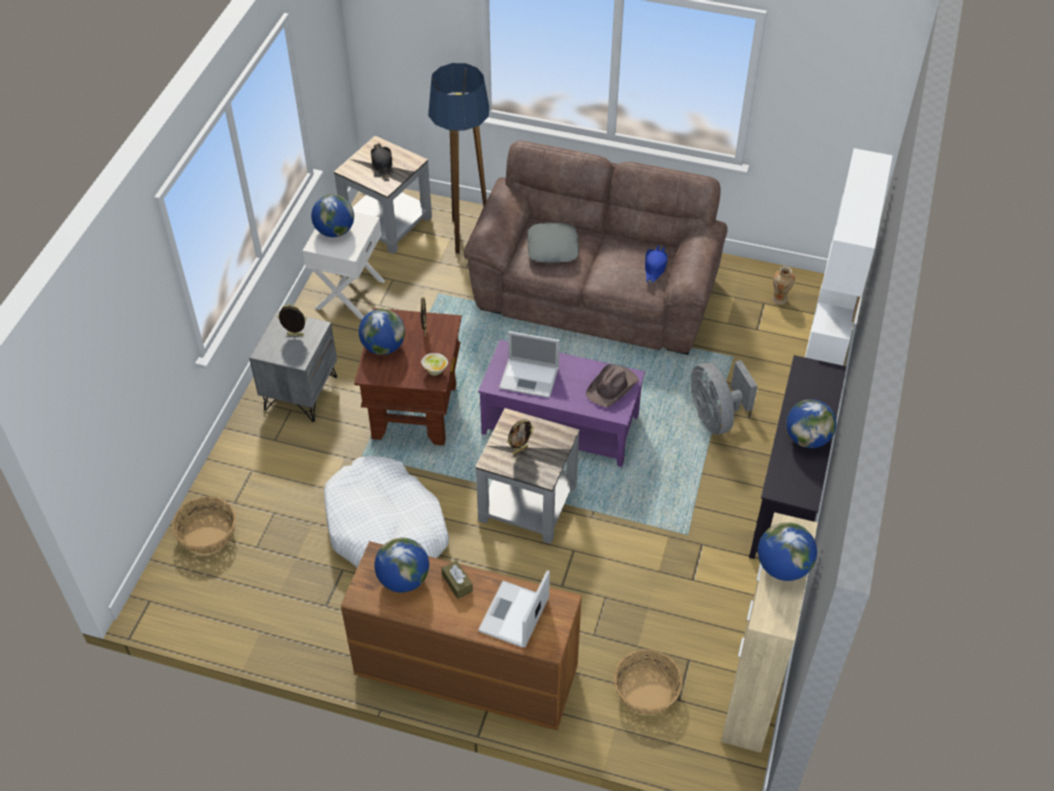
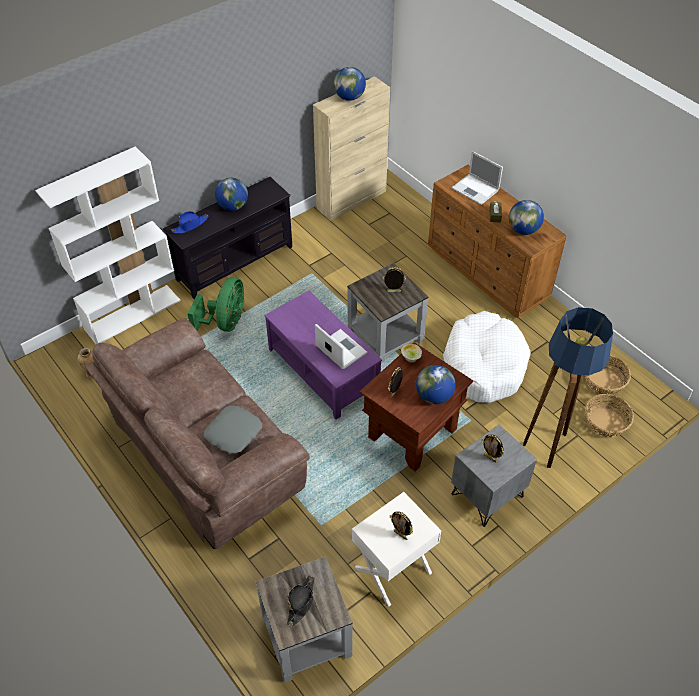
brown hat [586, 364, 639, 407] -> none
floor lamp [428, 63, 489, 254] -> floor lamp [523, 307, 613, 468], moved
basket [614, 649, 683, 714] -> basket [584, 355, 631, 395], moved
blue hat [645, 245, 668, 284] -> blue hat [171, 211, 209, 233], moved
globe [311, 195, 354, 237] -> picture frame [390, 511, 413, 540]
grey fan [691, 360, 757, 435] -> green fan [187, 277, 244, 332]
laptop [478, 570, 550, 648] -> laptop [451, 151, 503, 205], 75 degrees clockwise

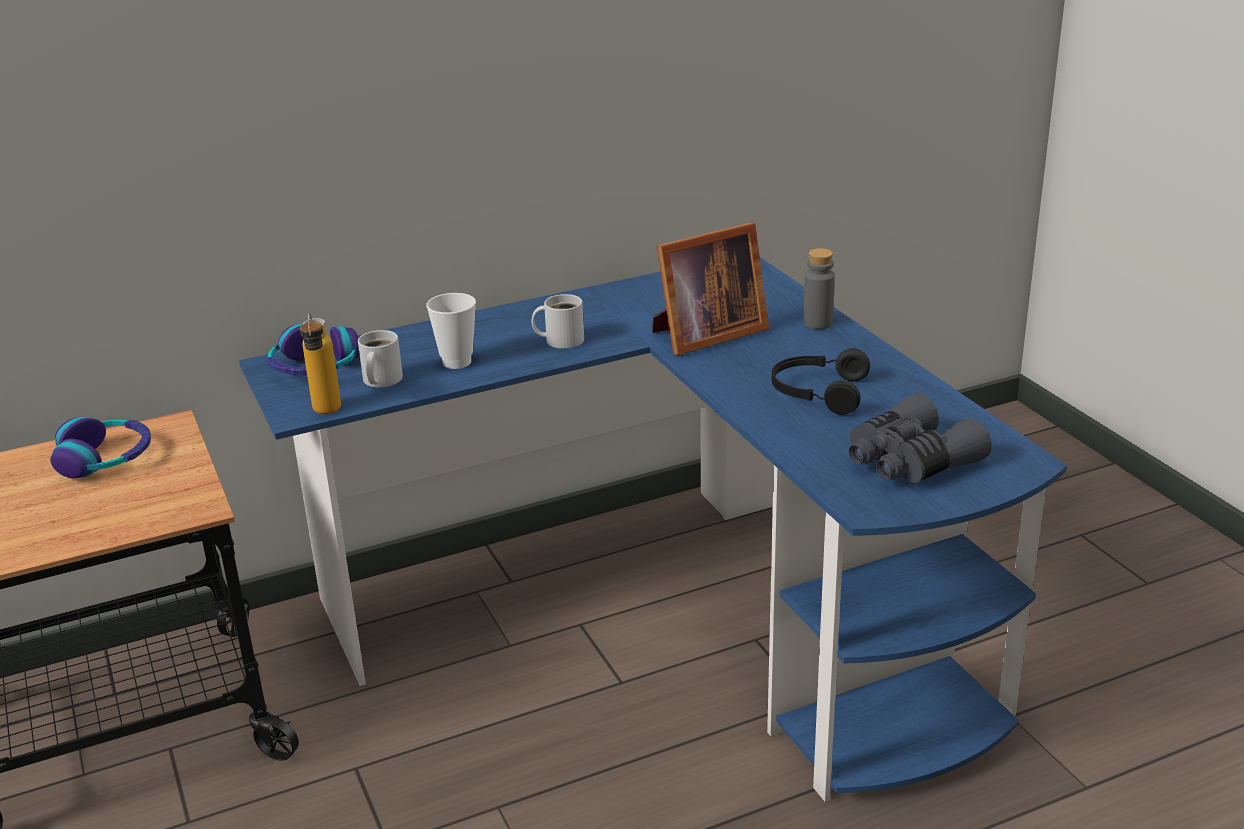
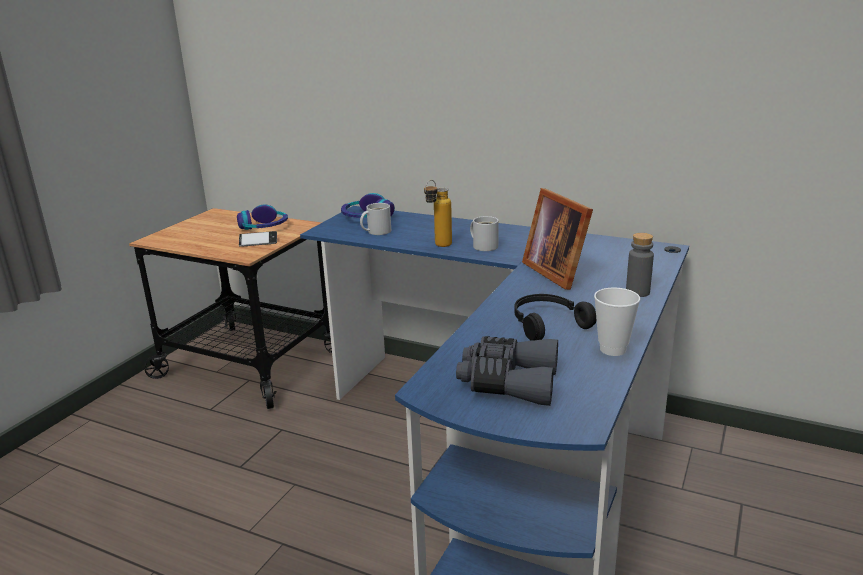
none -> phone [239, 231, 277, 247]
bottle [300, 313, 341, 414] -> bottle [424, 180, 452, 247], moved
cup [426, 293, 476, 369] -> cup [594, 287, 640, 356], moved
picture frame [652, 223, 769, 355] -> picture frame [522, 188, 593, 290], 45 degrees clockwise

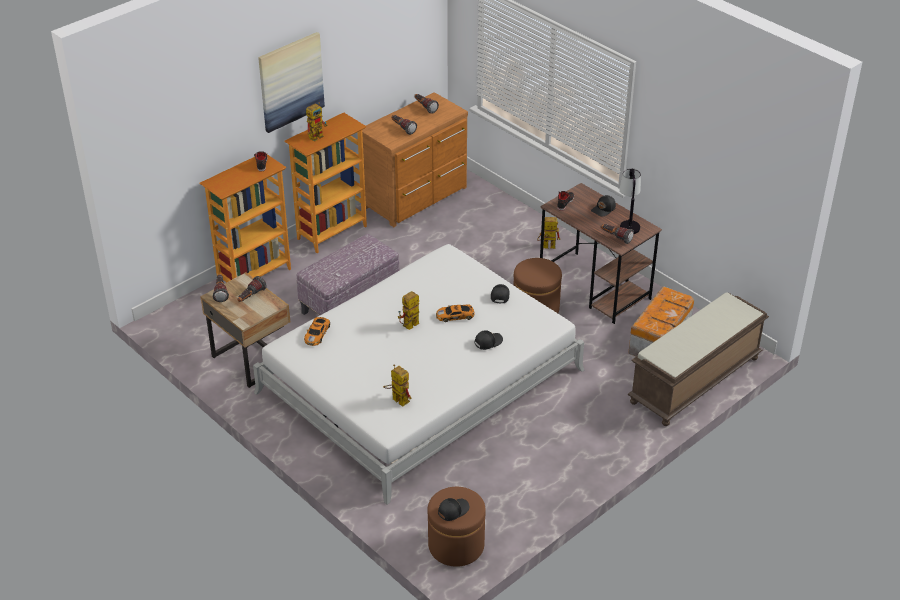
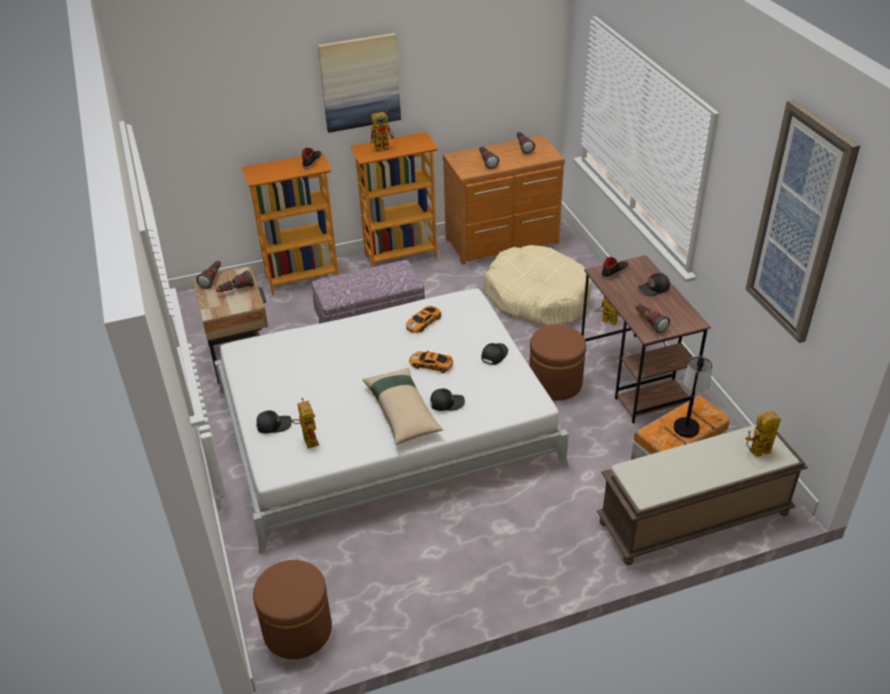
none -> beige pillow [363, 368, 443, 445]
none -> beige dog bed [484, 245, 592, 327]
none -> picture [745, 99, 860, 343]
toy car [304, 317, 330, 346] -> toy car [406, 306, 441, 333], moved
toy robot [398, 291, 419, 330] -> toy robot [746, 411, 781, 457], moved
black cap [438, 498, 469, 521] -> black cap [257, 410, 292, 434], moved
table lamp [619, 168, 641, 234] -> table lamp [674, 356, 712, 438], moved

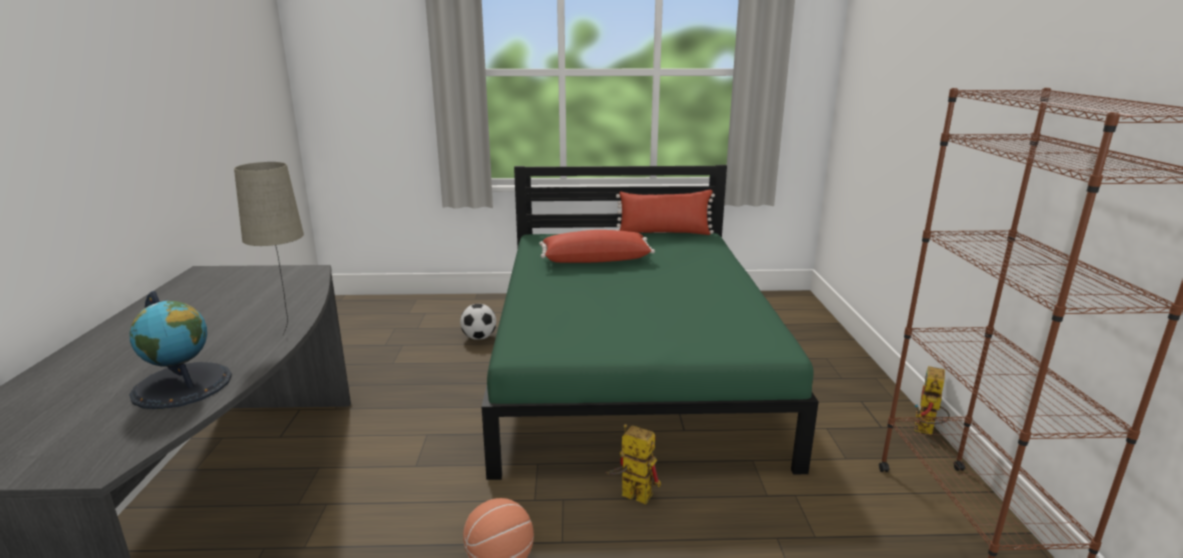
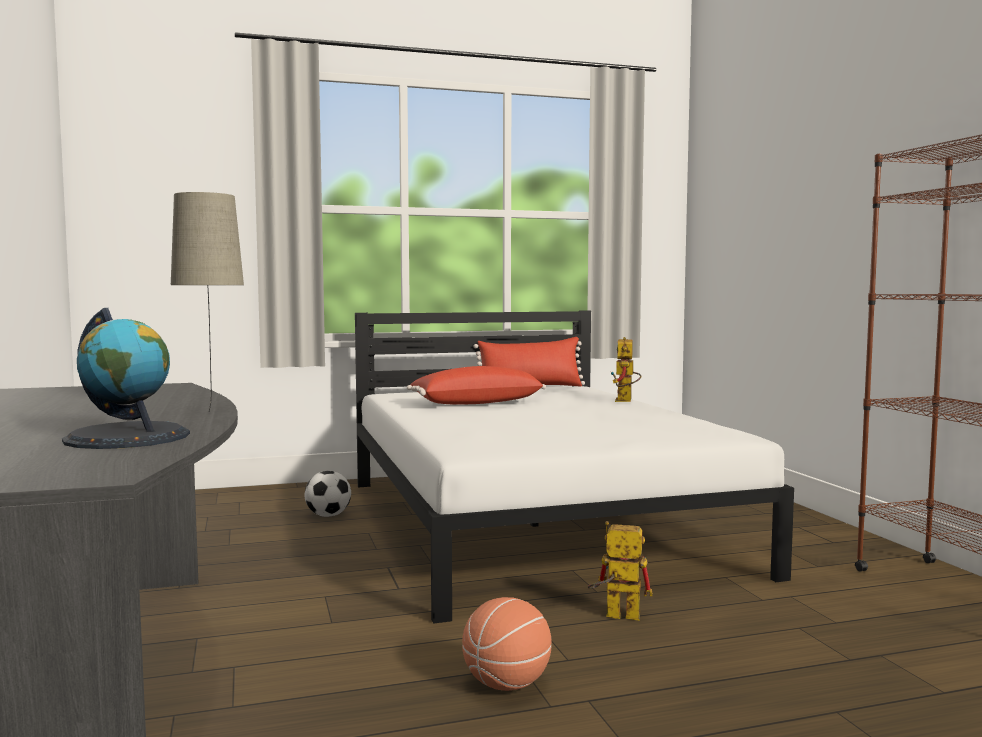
toy robot [914, 366, 950, 434] -> toy robot [611, 337, 641, 402], moved
green bed [482, 165, 819, 480] -> white bed [355, 311, 794, 623]

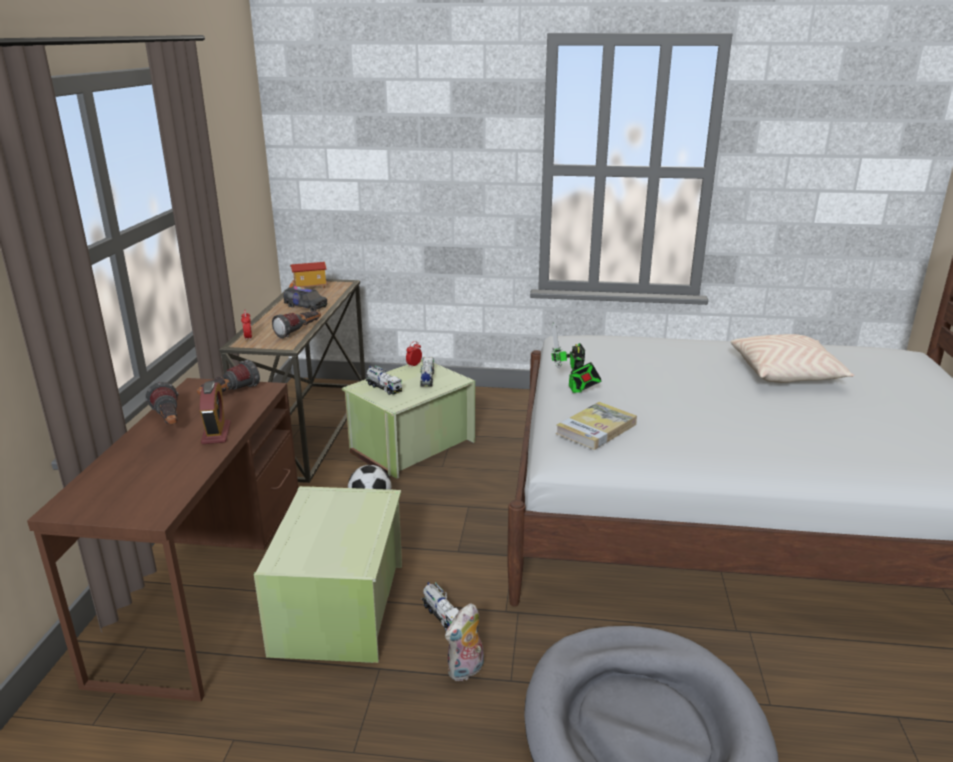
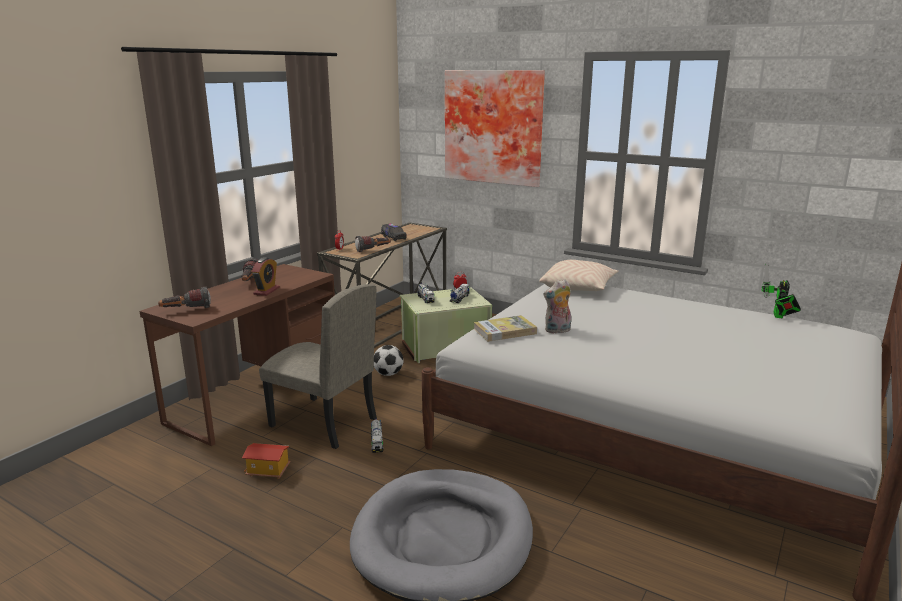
none -> picture [445, 70, 545, 187]
flashlight [197, 360, 260, 395] -> flashlight [158, 287, 211, 308], moved
toy house [289, 262, 328, 288] -> toy house [242, 443, 290, 479], moved
plush toy [445, 604, 484, 681] -> plush toy [543, 279, 571, 334], moved
toy robot [551, 323, 601, 393] -> toy robot [762, 262, 801, 318], moved
beige pillow [731, 334, 855, 383] -> beige pillow [539, 260, 619, 291], moved
green storage box [254, 486, 402, 663] -> beige chair [259, 284, 377, 449]

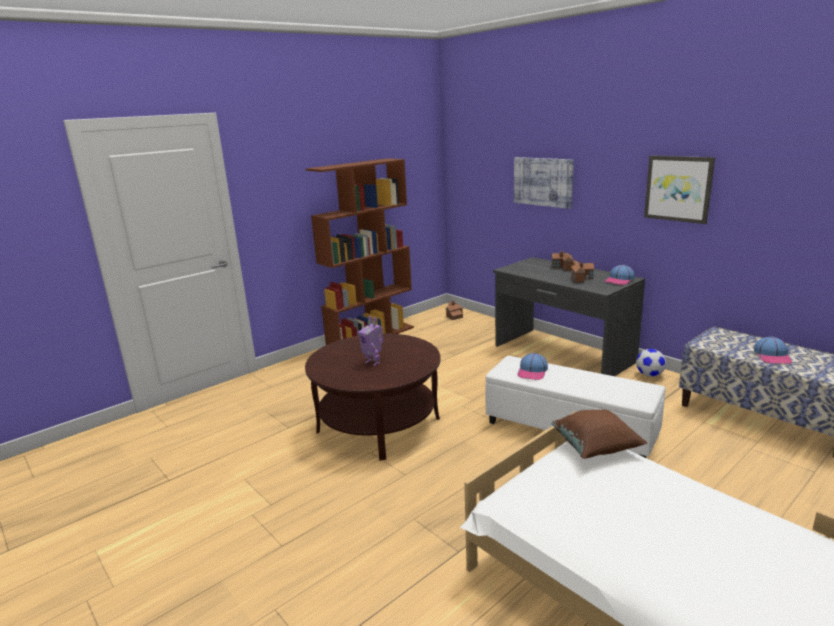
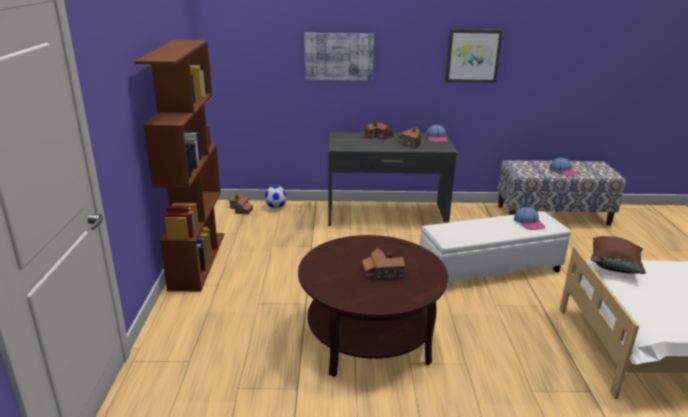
cap [517, 353, 548, 380] -> cap [514, 207, 545, 230], moved
football [636, 349, 666, 377] -> football [264, 186, 287, 208], moved
toy robot [358, 316, 383, 366] -> toy house [362, 248, 405, 280]

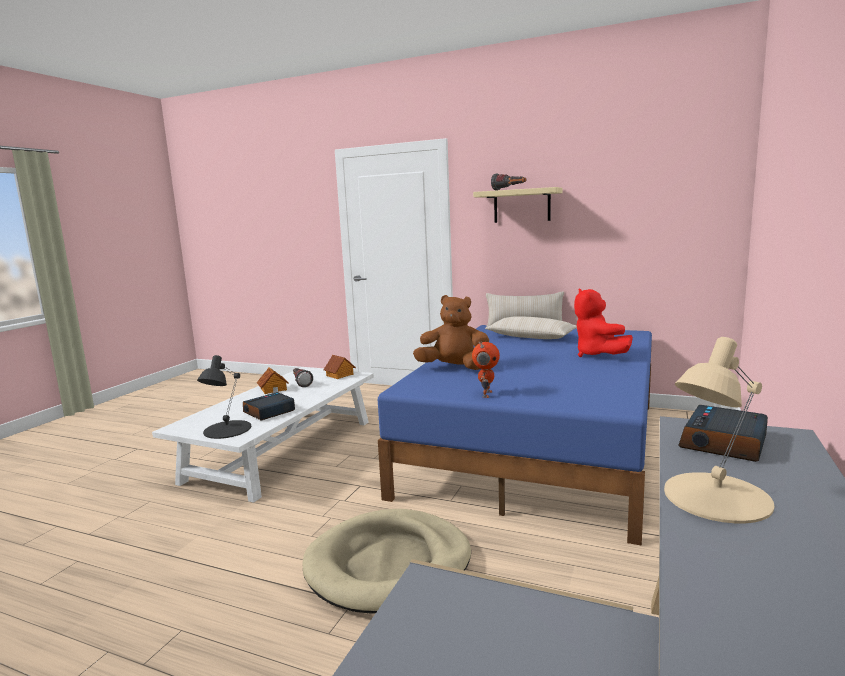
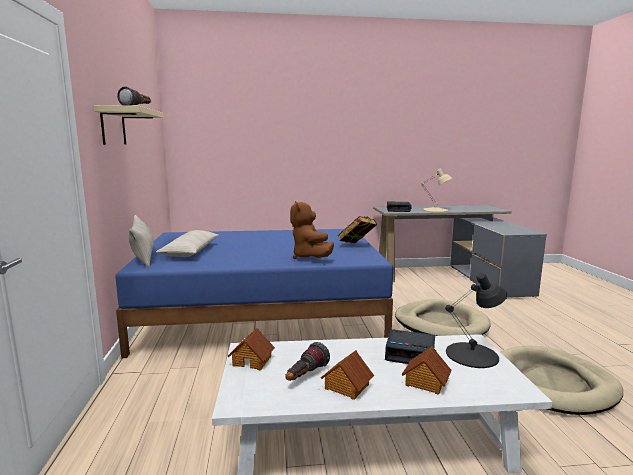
red plush toy [574, 288, 633, 357] -> none
none -> toy house [401, 346, 452, 395]
none -> beige dog bed [501, 346, 623, 415]
toy robot [472, 341, 500, 398] -> book [338, 216, 377, 243]

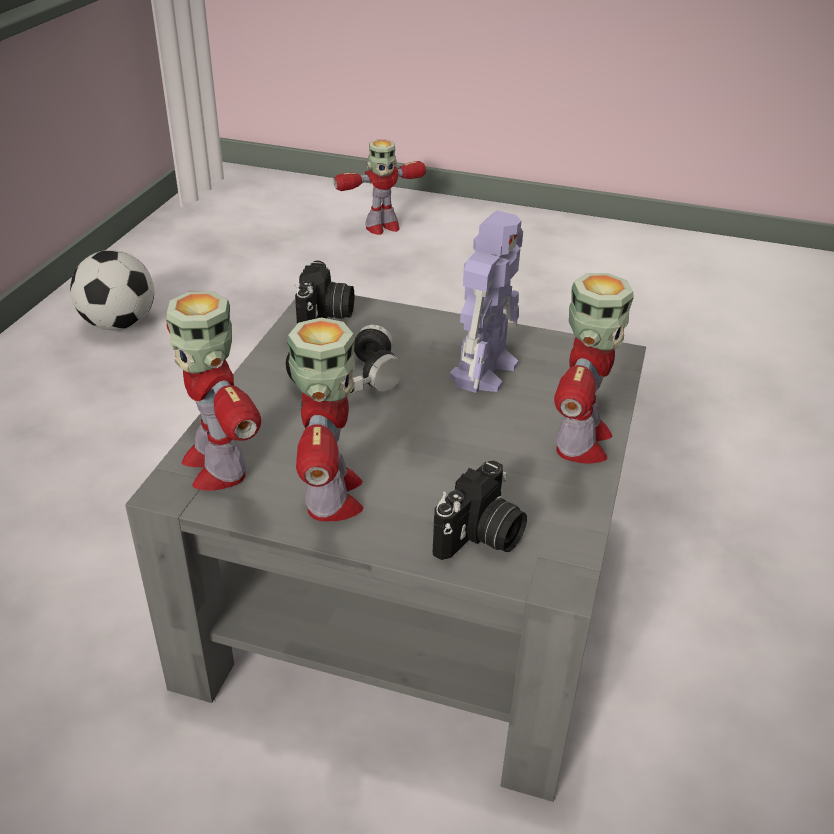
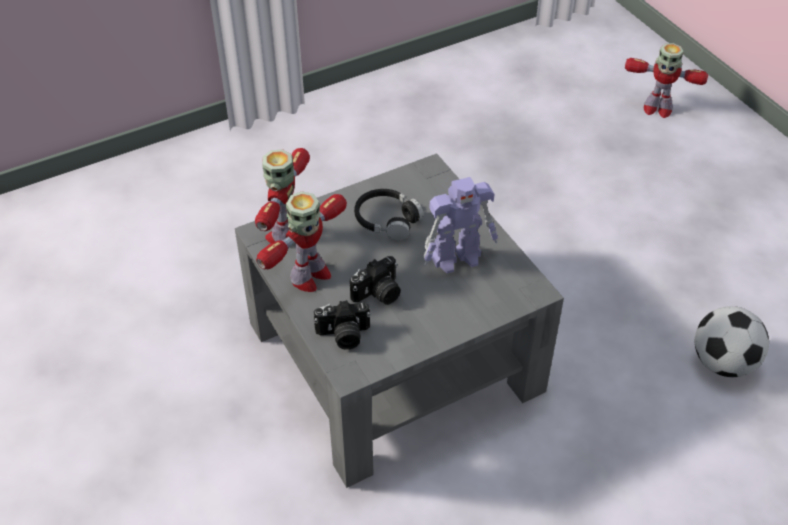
toy robot [554, 273, 634, 464] -> none
football [70, 250, 154, 330] -> football [695, 306, 769, 377], moved
photo camera [295, 261, 354, 324] -> photo camera [350, 256, 401, 305], moved

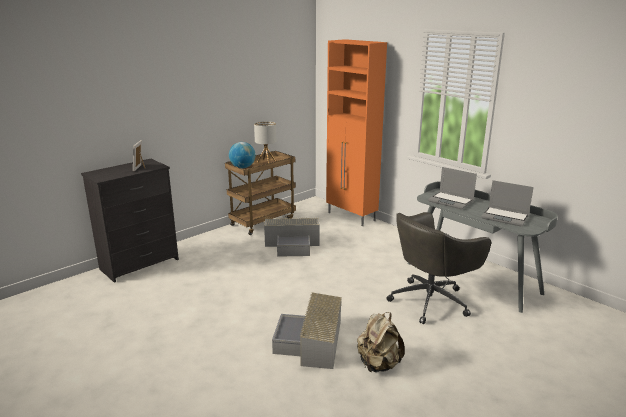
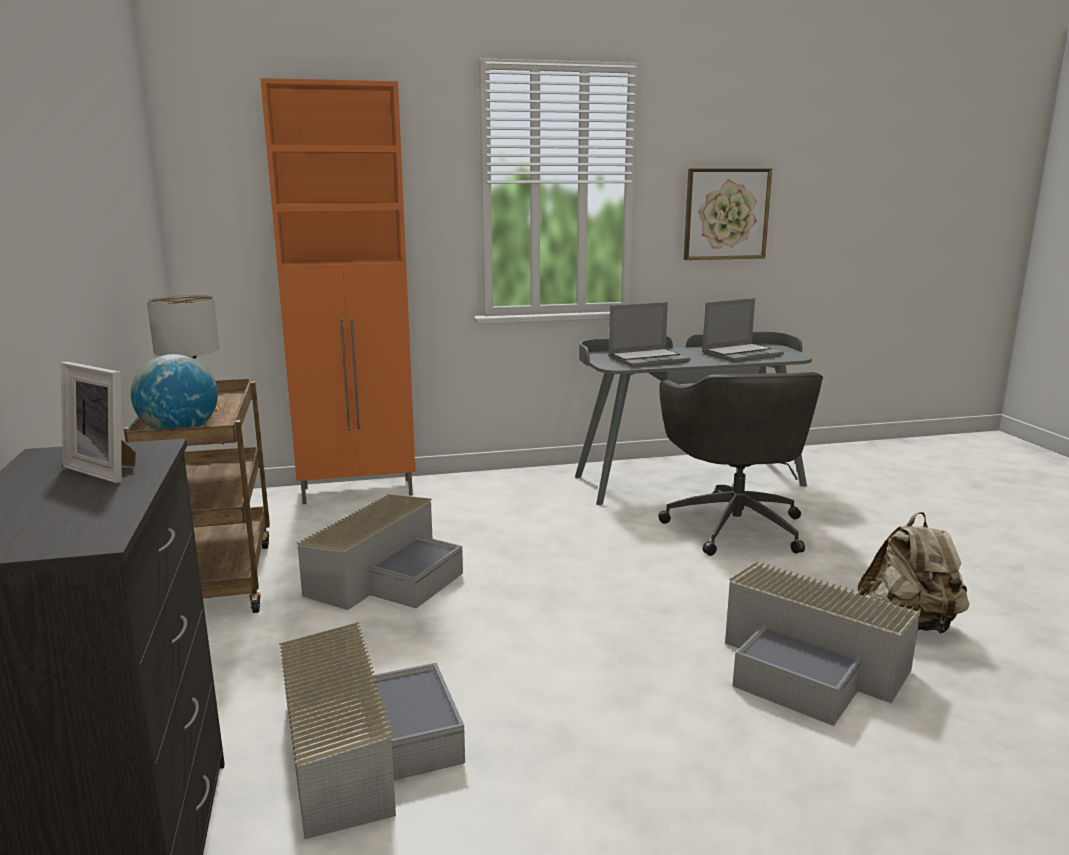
none -> grey storage box [279, 622, 465, 839]
none -> picture [684, 168, 772, 260]

